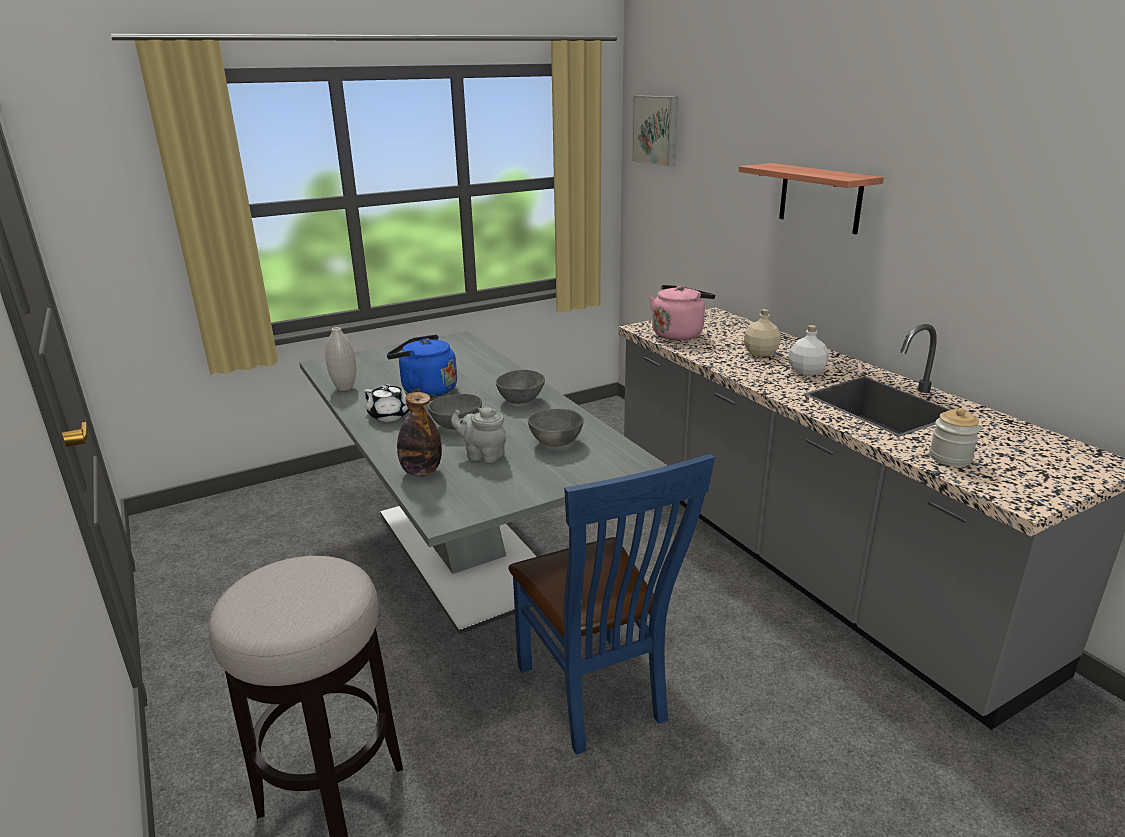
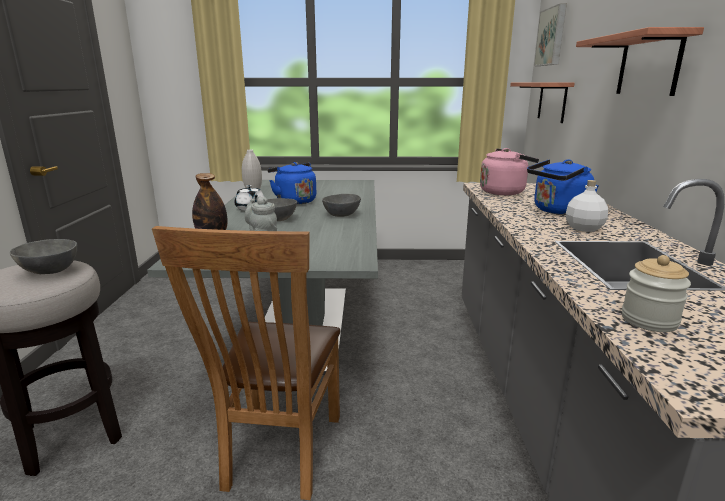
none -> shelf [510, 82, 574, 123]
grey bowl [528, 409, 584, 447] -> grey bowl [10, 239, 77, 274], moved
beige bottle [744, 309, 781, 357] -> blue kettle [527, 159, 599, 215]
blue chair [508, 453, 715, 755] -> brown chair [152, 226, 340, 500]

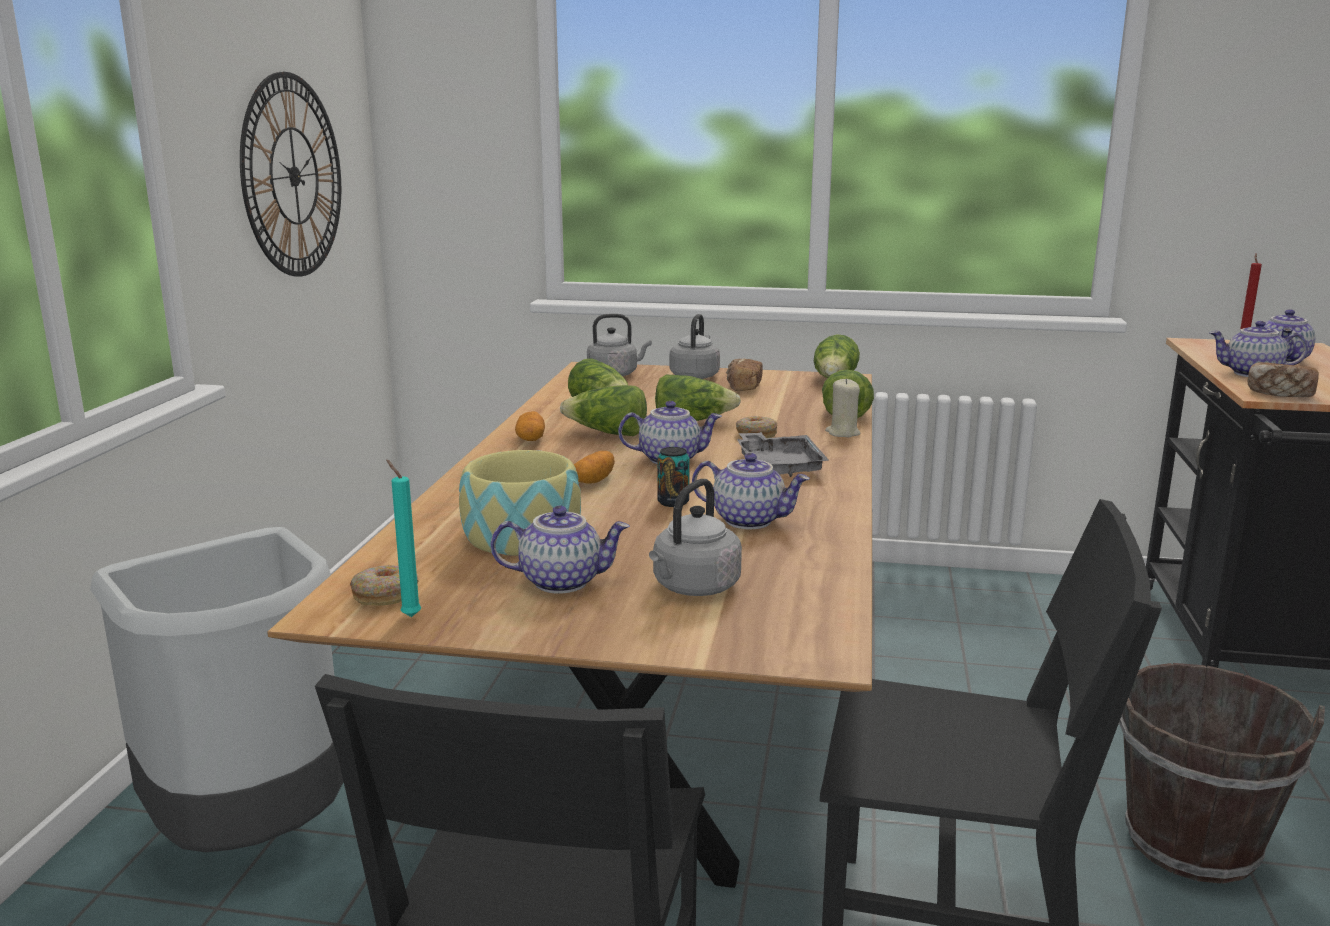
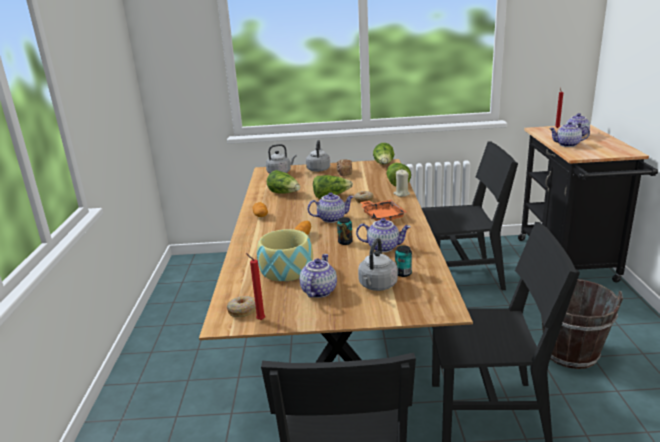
grey trash can [90, 527, 344, 852] -> none
wall clock [240, 72, 341, 277] -> none
lettuce [560, 385, 647, 436] -> none
bread [1248, 362, 1319, 397] -> none
none -> can [395, 246, 412, 277]
none -> black chair [422, 141, 518, 290]
turquoise candle [386, 460, 421, 617] -> red candle [246, 253, 265, 320]
grey tray [737, 432, 829, 477] -> orange tray [360, 200, 407, 221]
teapot [491, 505, 630, 594] -> teapot [300, 254, 337, 298], 60 degrees counterclockwise

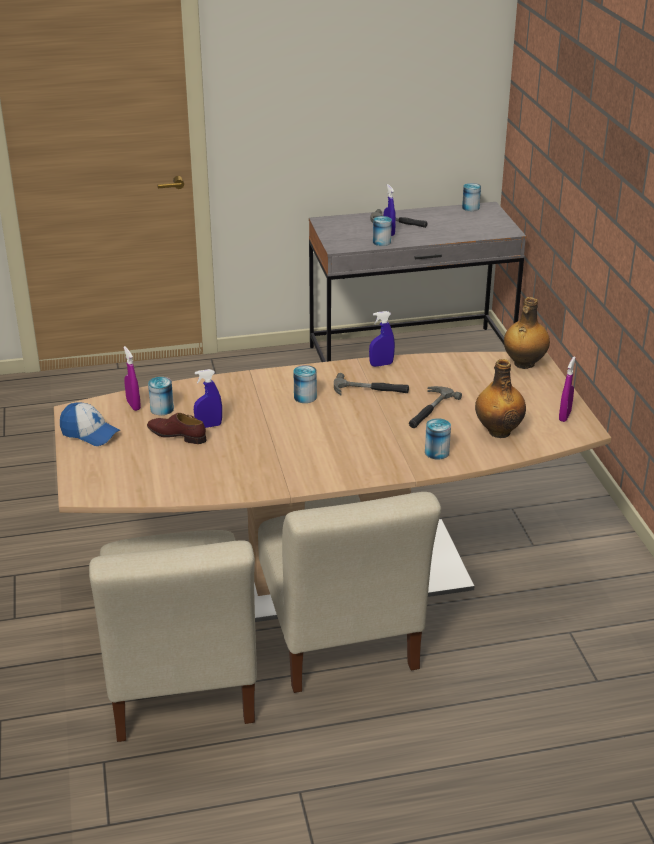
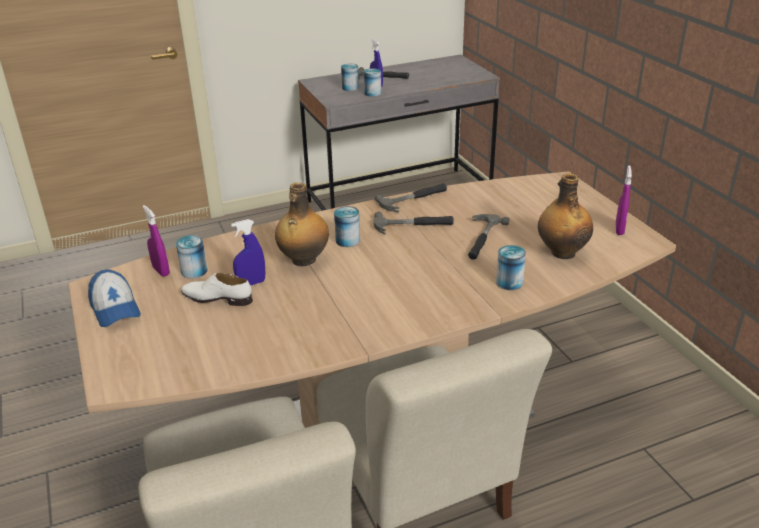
can [462, 183, 481, 211] -> can [341, 63, 359, 91], moved
bottle [504, 297, 550, 369] -> bottle [275, 182, 329, 266], moved
blue spray bottle [369, 311, 395, 367] -> hammer [375, 183, 447, 212]
brown shoe [147, 413, 206, 444] -> white shoe [181, 273, 253, 306]
cap [60, 403, 121, 446] -> cap [88, 269, 141, 327], 45 degrees clockwise

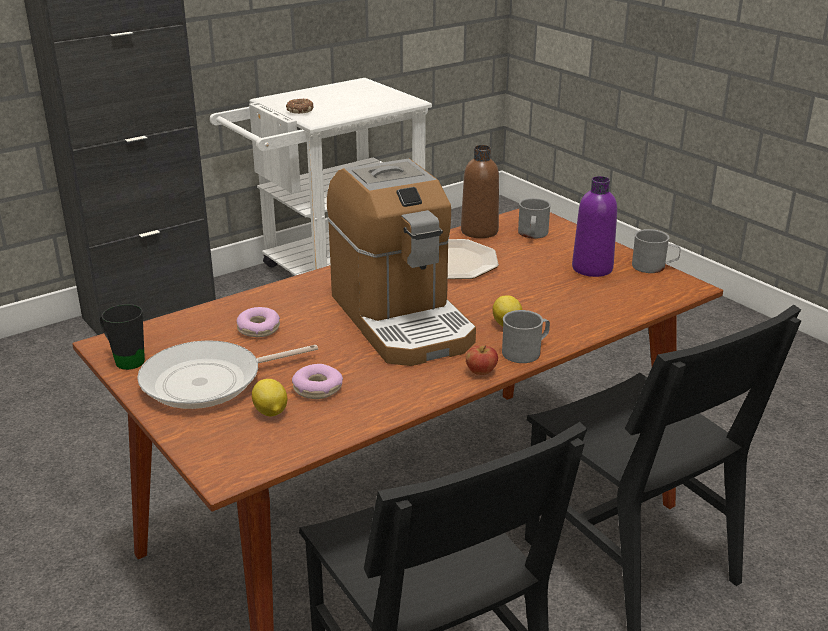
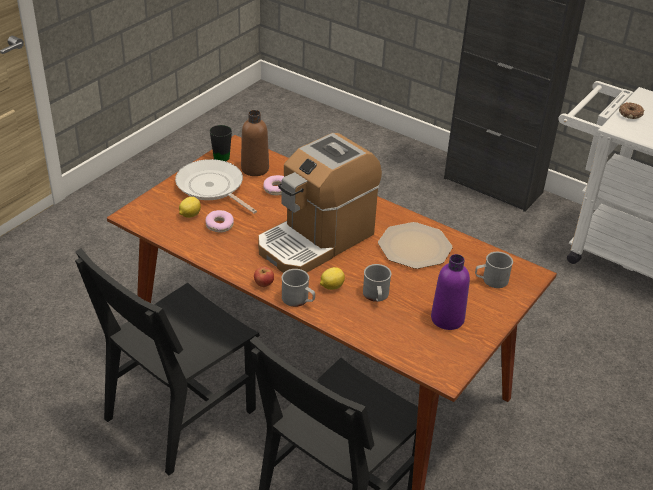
brown bottle [461, 145, 499, 238] -> brown bottle [241, 110, 269, 176], moved
grey mug [632, 229, 680, 273] -> grey mug [363, 264, 391, 302], moved

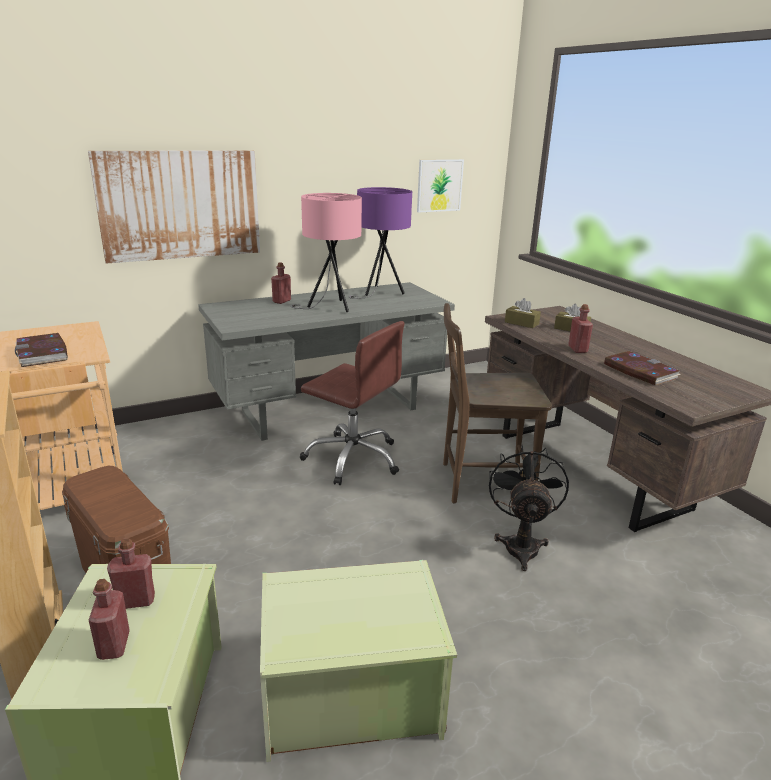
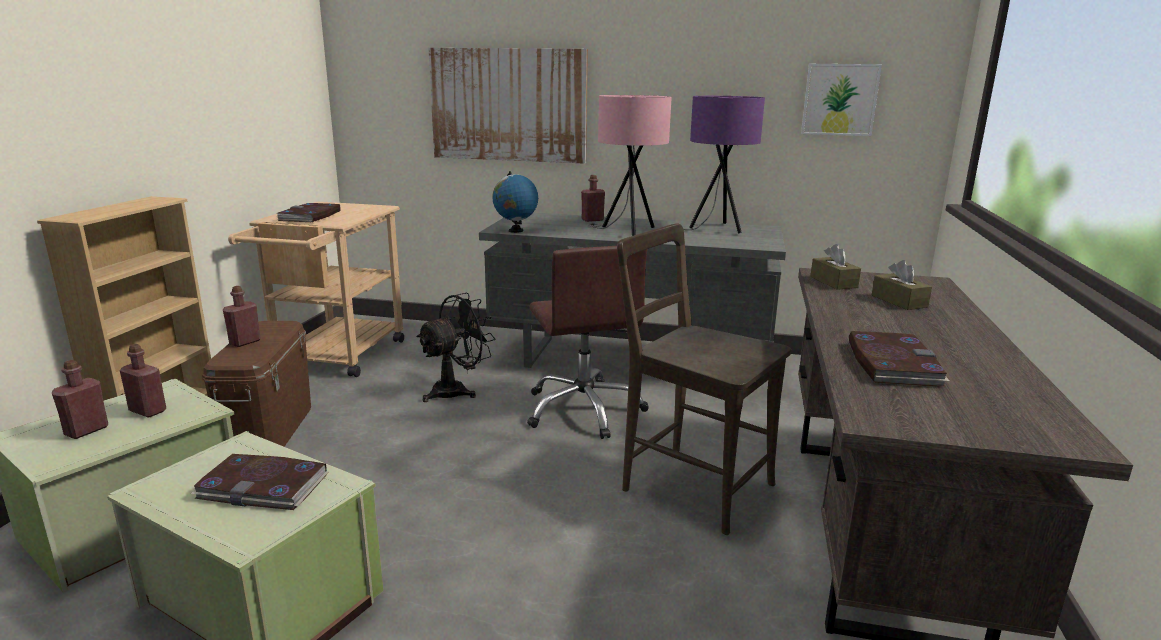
none -> book [191, 454, 328, 510]
none -> globe [492, 171, 538, 233]
black fan [489, 444, 569, 571] -> black fan [416, 293, 495, 402], moved
red bottle [568, 304, 593, 353] -> red bottle [223, 286, 261, 347], moved

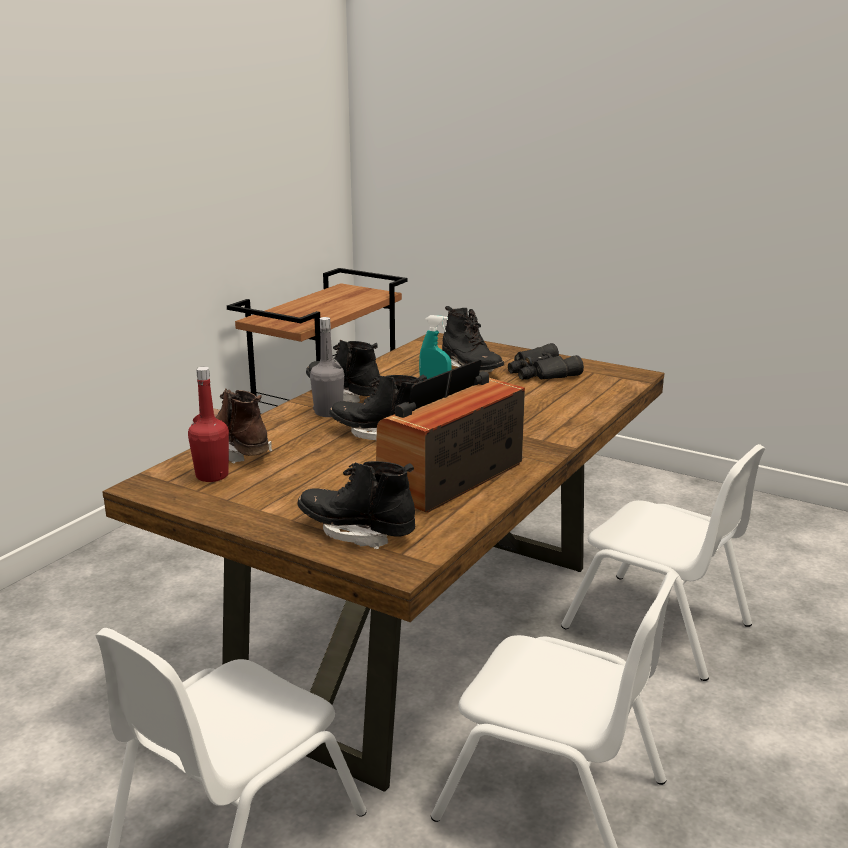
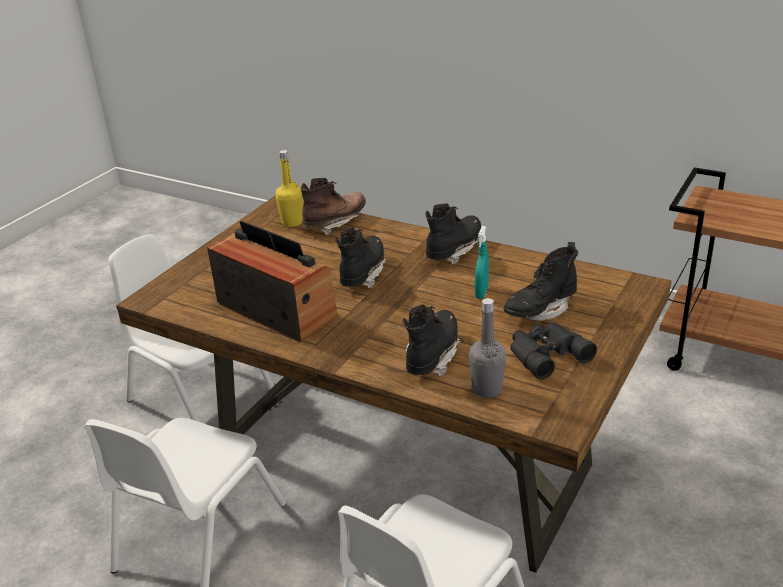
black boot [297, 461, 415, 549] -> black boot [403, 304, 461, 376], moved
grey bottle [310, 317, 344, 417] -> grey bottle [469, 298, 506, 398], moved
red bottle [188, 367, 229, 482] -> yellow bottle [275, 150, 303, 227]

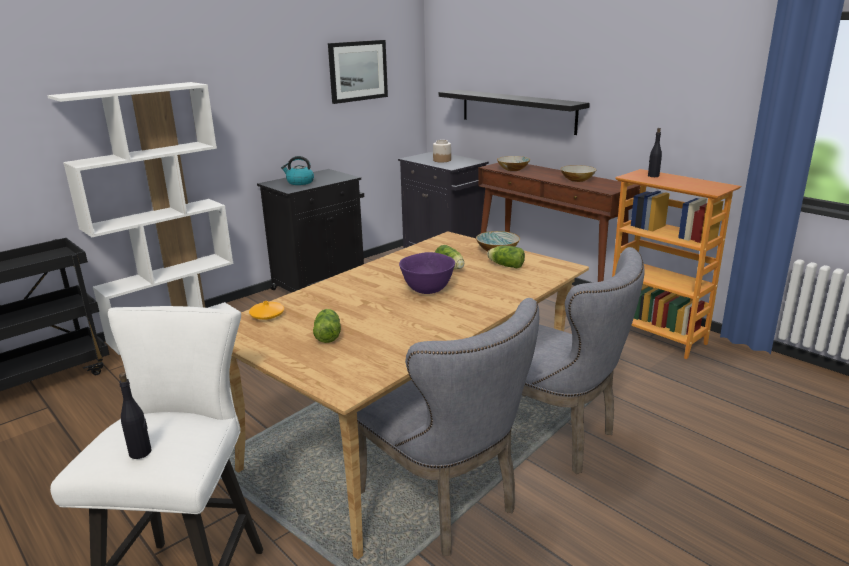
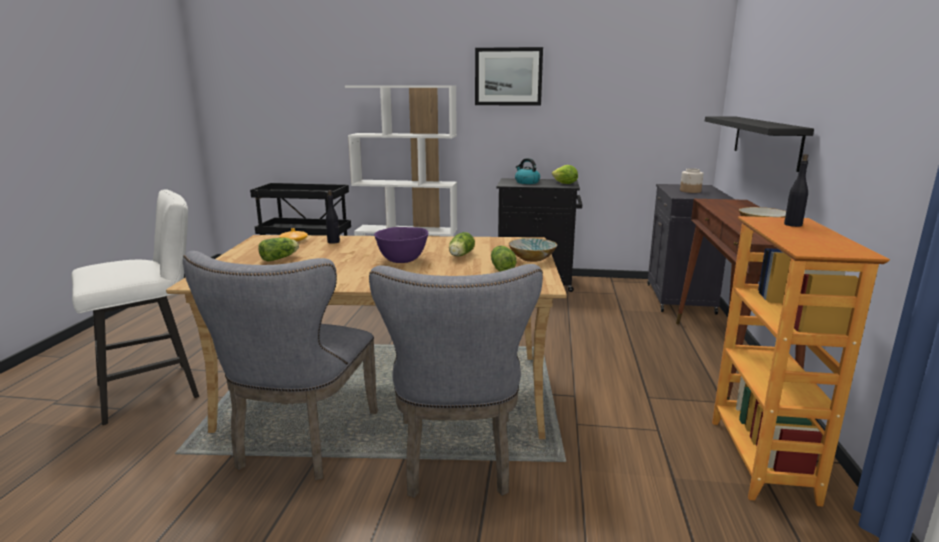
bowl [497, 156, 530, 171] -> none
none -> lettuce [552, 165, 578, 184]
black bottle [119, 373, 151, 459] -> black bottle [326, 190, 340, 244], moved
picture [328, 40, 388, 104] -> picture [475, 47, 543, 106], moved

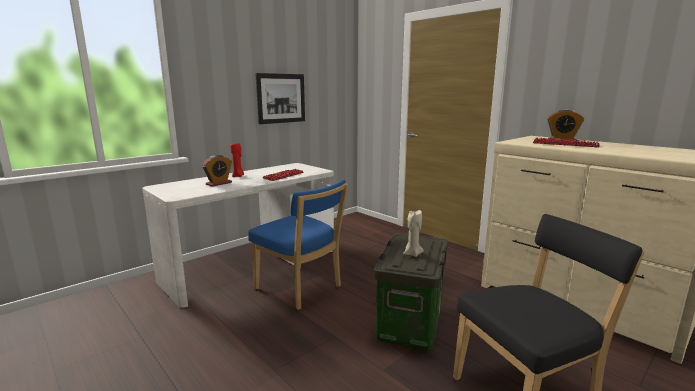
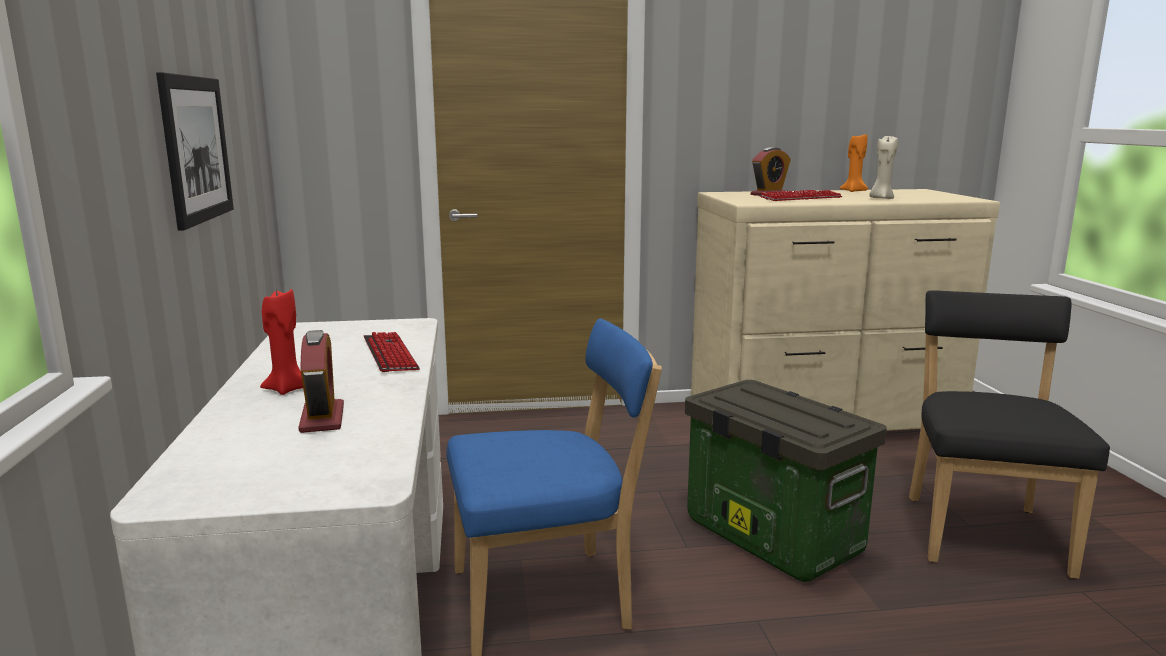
none -> orange candle [840, 134, 868, 192]
beige candle [403, 210, 424, 257] -> beige candle [869, 135, 898, 199], moved

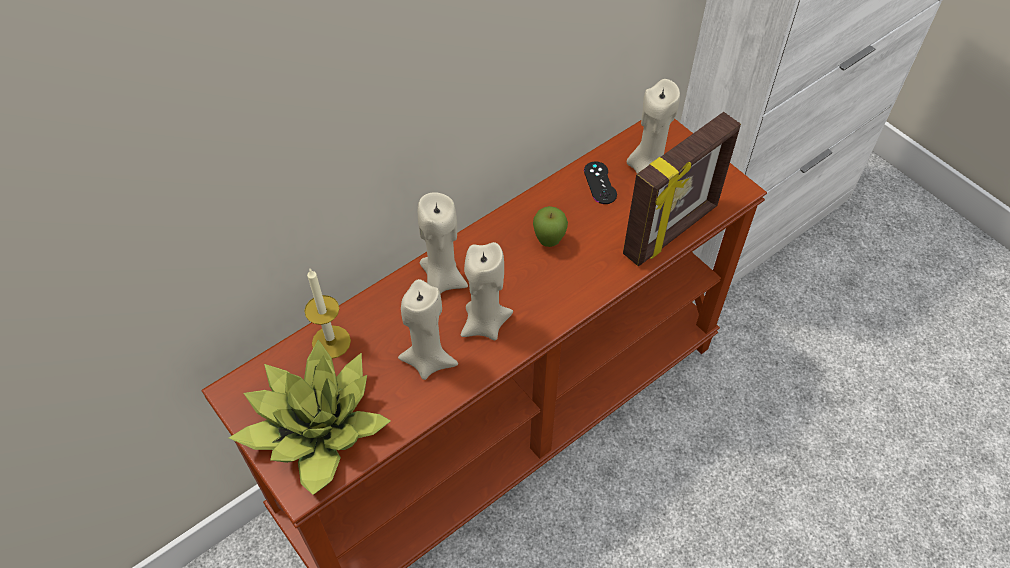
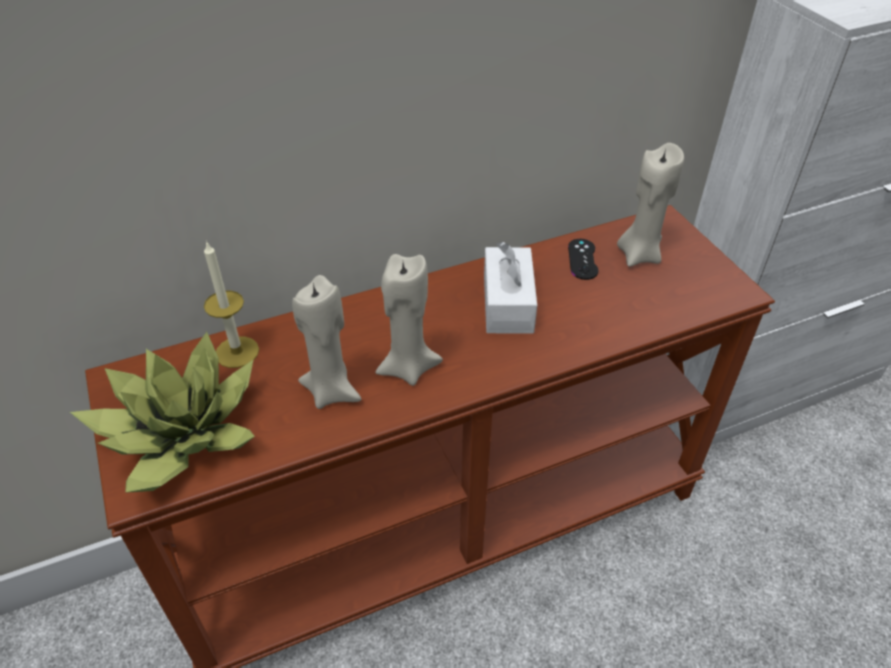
beige candle [418, 192, 468, 294] -> none
picture frame [623, 112, 741, 266] -> none
apple [533, 206, 568, 247] -> white tissue box [484, 242, 537, 334]

